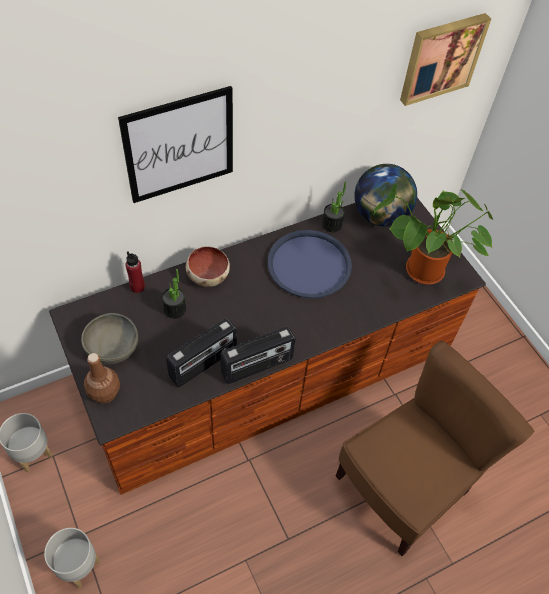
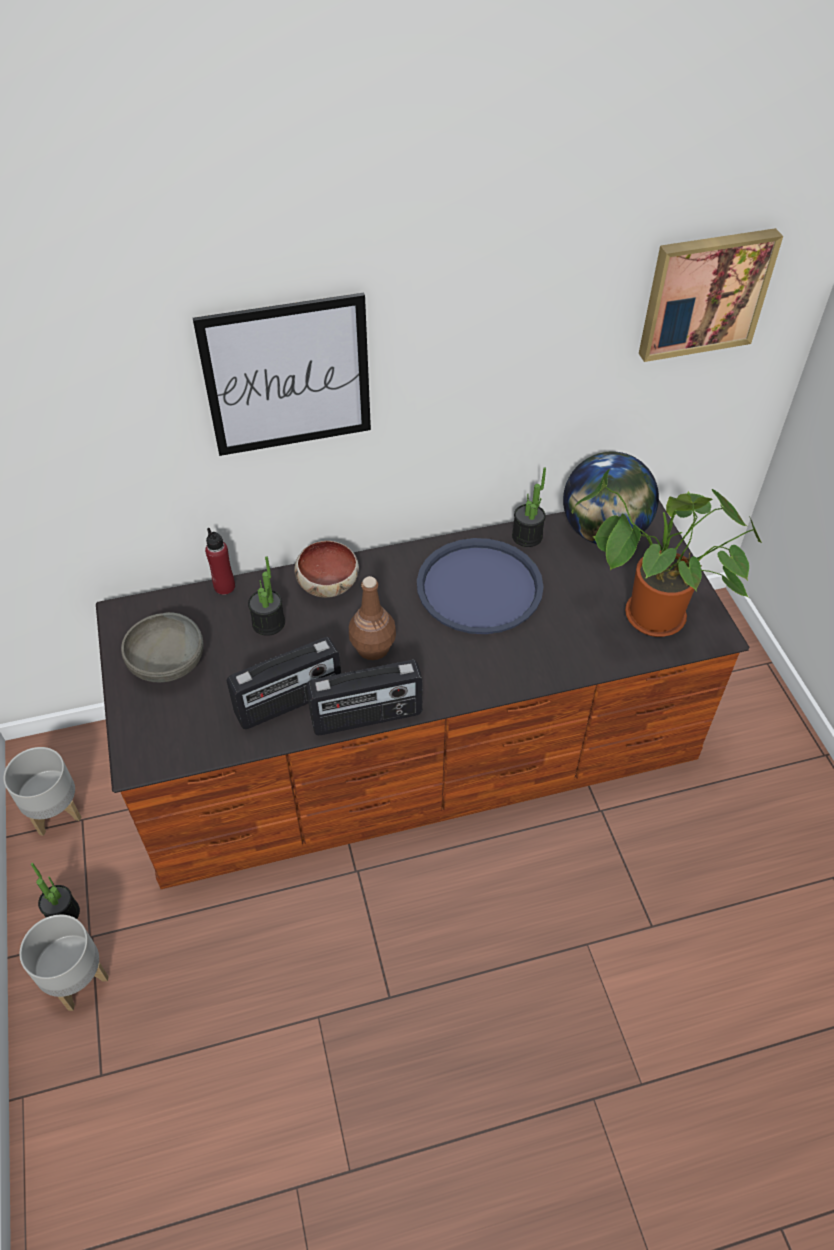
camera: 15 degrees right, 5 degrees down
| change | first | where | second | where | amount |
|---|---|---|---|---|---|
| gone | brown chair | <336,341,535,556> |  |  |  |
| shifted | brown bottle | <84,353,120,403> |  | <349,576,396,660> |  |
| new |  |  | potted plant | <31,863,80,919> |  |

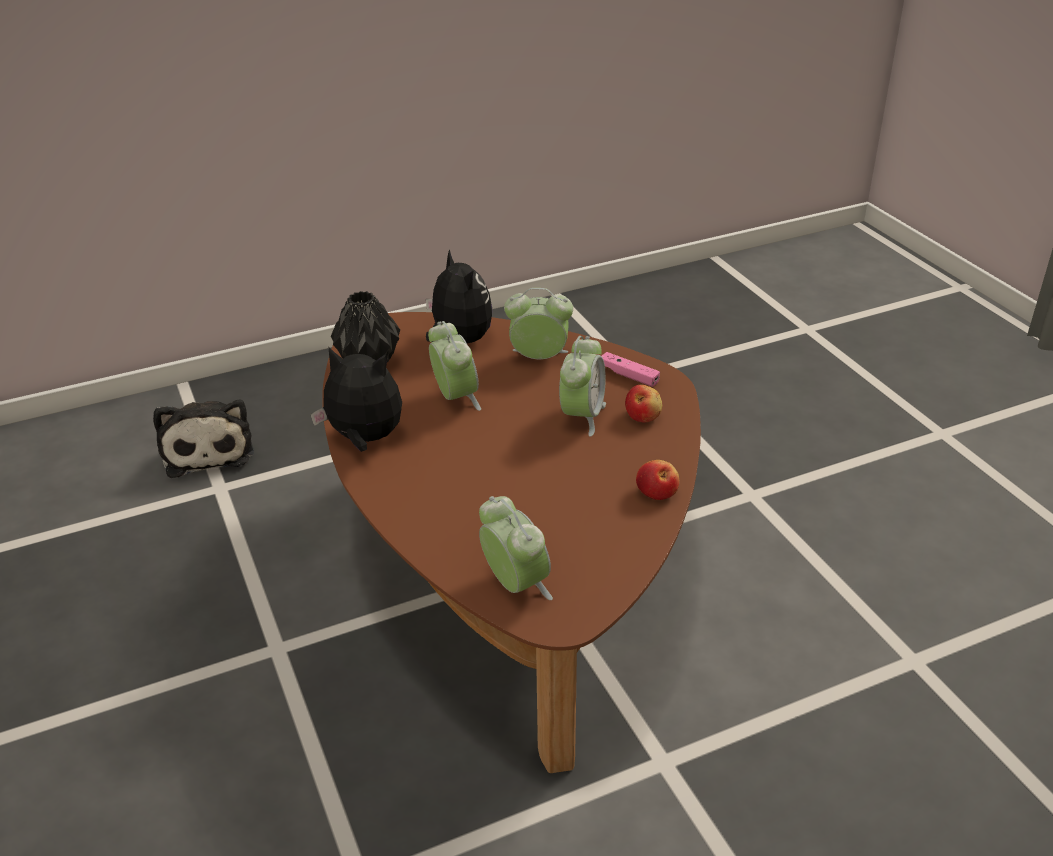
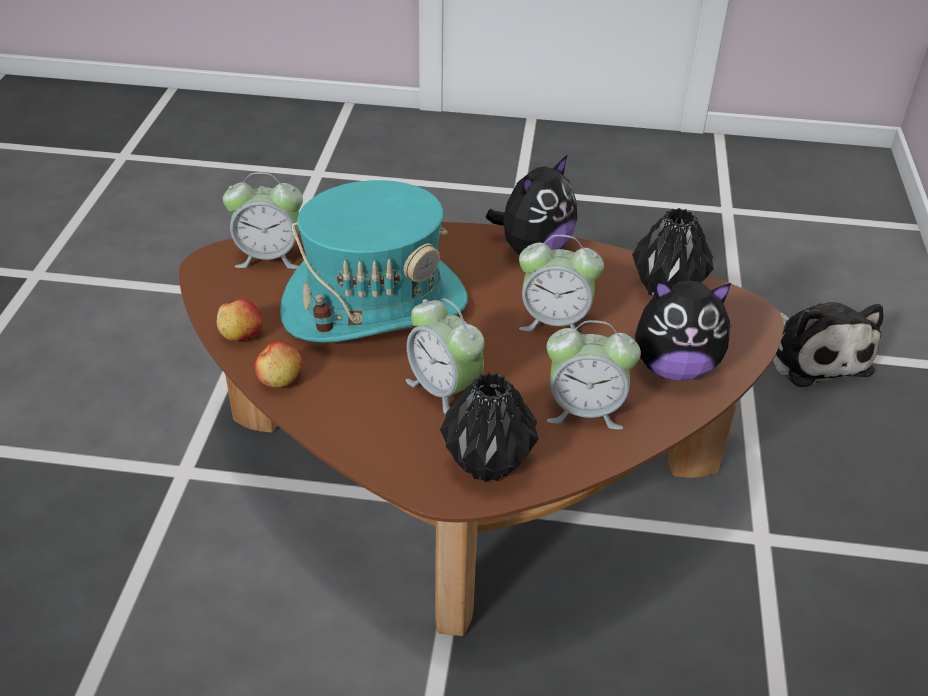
camera: 120 degrees right, 5 degrees up
| change | first | where | second | where | amount |
|---|---|---|---|---|---|
| rotated | alarm clock | <504,288,573,359> |  | <547,320,641,430> | 60 degrees clockwise |
| swapped | pink game controller | <602,352,660,387> | black vase | <440,372,539,482> |  |
| shifted | apple | <625,385,662,423> |  | <217,299,263,341> |  |
| rotated | plush toy | <153,399,254,478> |  | <773,302,883,387> | 120 degrees counterclockwise |
| new |  |  | turquoise hat | <280,180,468,343> |  |

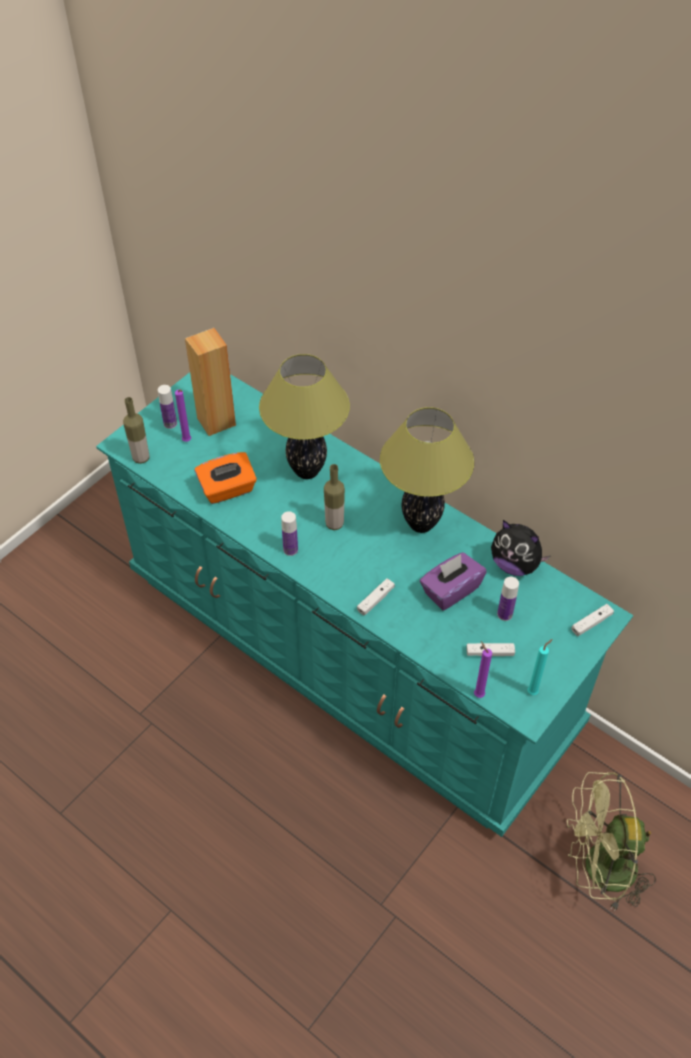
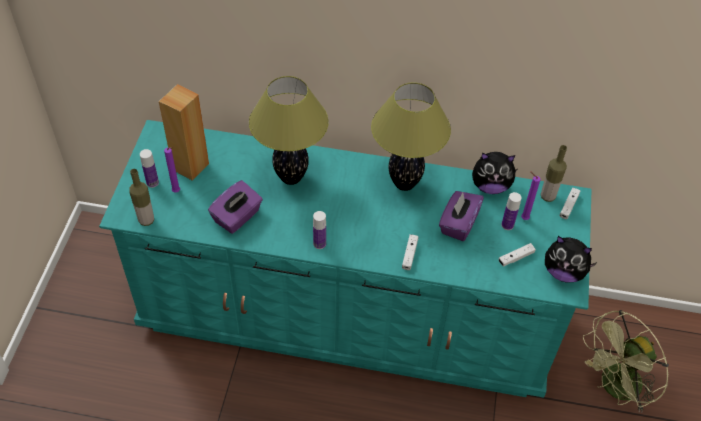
camera: 30 degrees left, 0 degrees up
| change | first | where | second | where | amount |
|---|---|---|---|---|---|
| repainted | orange tissue box | <195,452,257,504> | purple tissue box | <208,180,263,234> |  |
| shifted | bottle | <324,464,345,530> |  | <541,145,567,202> |  |
| swapped | turquoise candle | <528,639,552,695> | plush toy | <545,236,597,283> |  |
| shifted | purple candle | <474,641,492,698> |  | <521,172,541,220> |  |

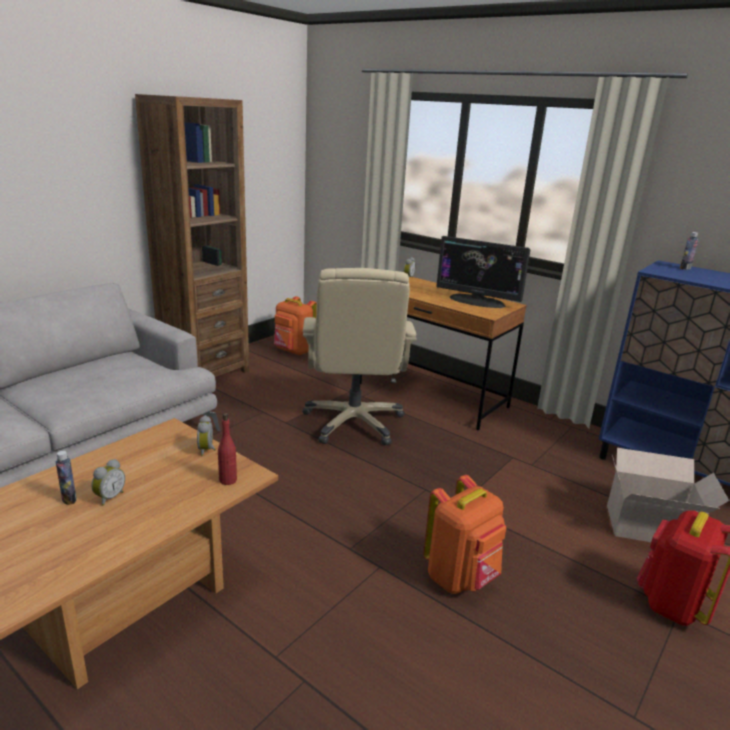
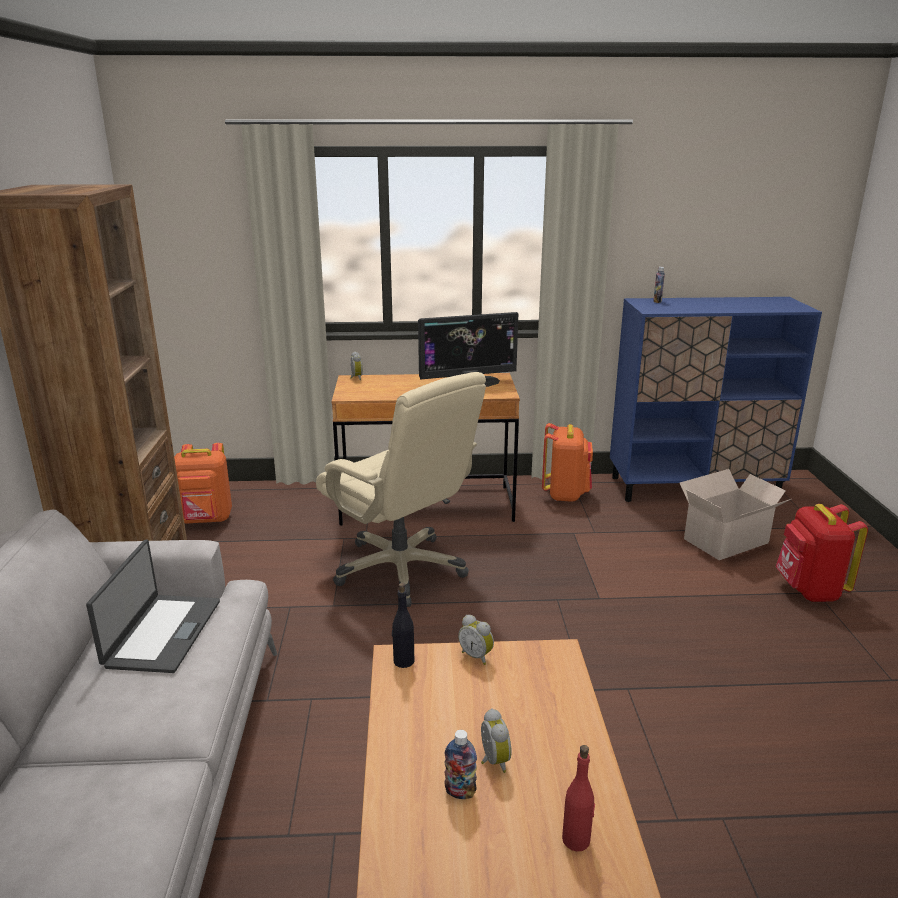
camera: 40 degrees left, 0 degrees up
| change | first | where | second | where | amount |
|---|---|---|---|---|---|
| shifted | red bottle | <218,413,237,485> |  | <562,745,595,851> |  |
| shifted | orange backpack | <423,475,506,594> |  | <542,423,593,502> |  |
| new |  |  | laptop | <86,539,220,673> |  |
| new |  |  | black bottle | <392,583,415,668> |  |

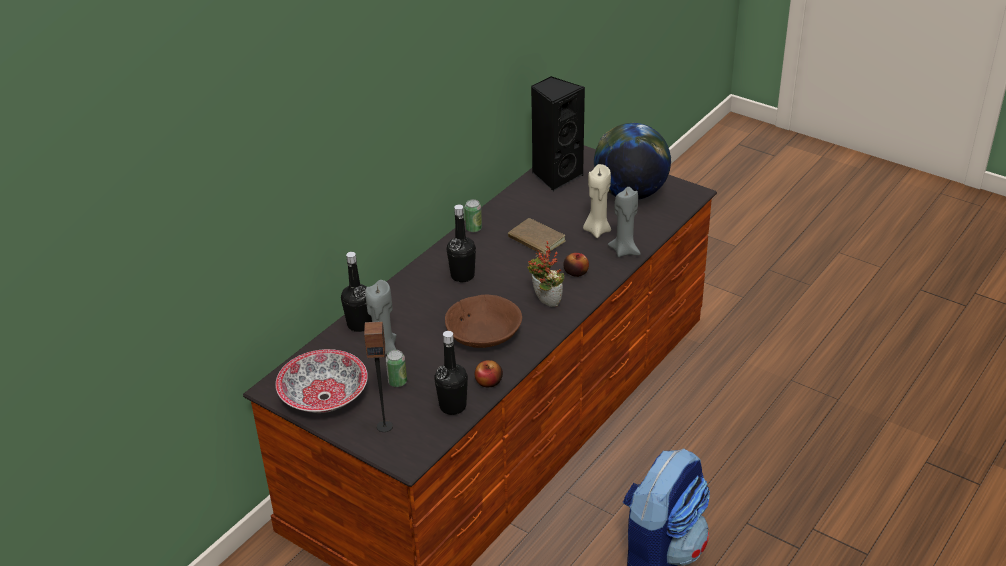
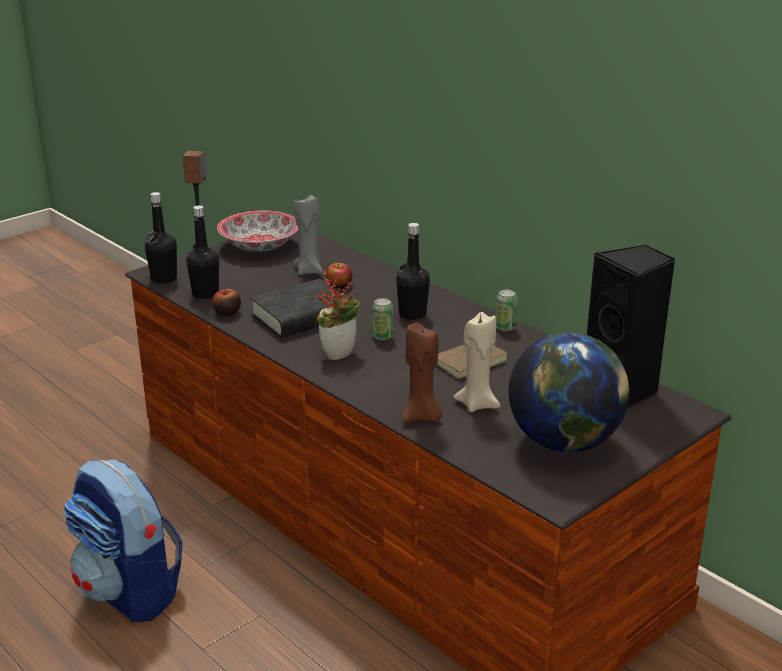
camera: 100 degrees right, 10 degrees down
| change | first | where | second | where | amount |
|---|---|---|---|---|---|
| repainted | grey candle | <608,187,641,257> | brown candle | <402,322,442,423> |  |
| shifted | black bottle | <341,252,372,332> |  | <145,192,177,284> |  |
| shifted | apple | <564,253,589,277> |  | <325,263,352,288> |  |
| swapped | brown bowl | <445,294,522,348> | black book | <250,279,347,338> |  |
| shifted | can | <386,350,407,387> |  | <372,298,393,340> |  |

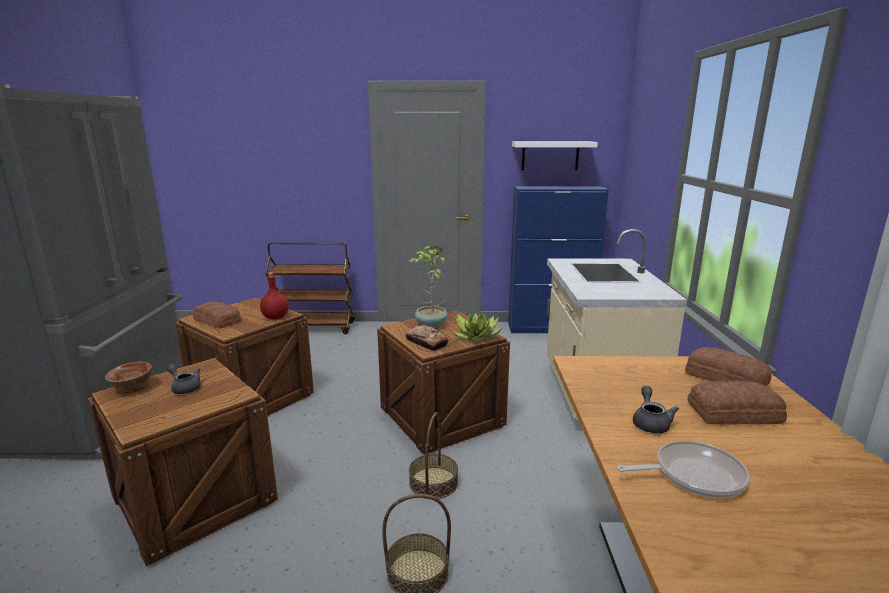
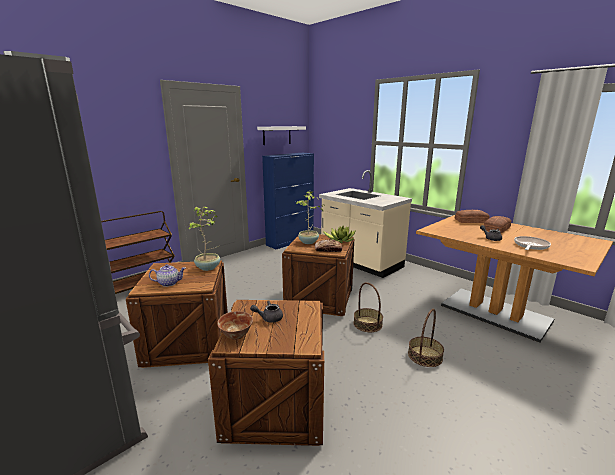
camera: 45 degrees left, 0 degrees up
| change | first | where | second | where | amount |
|---|---|---|---|---|---|
| swapped | red bottle | <260,272,289,320> | potted plant | <189,207,220,271> |  |
| swapped | bread | <193,302,241,329> | teapot | <149,264,186,287> |  |

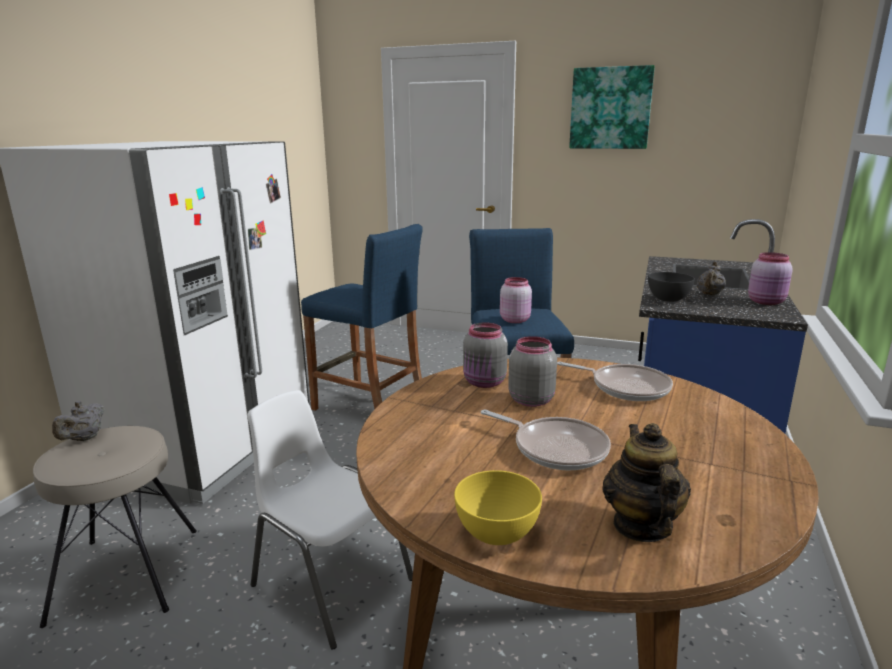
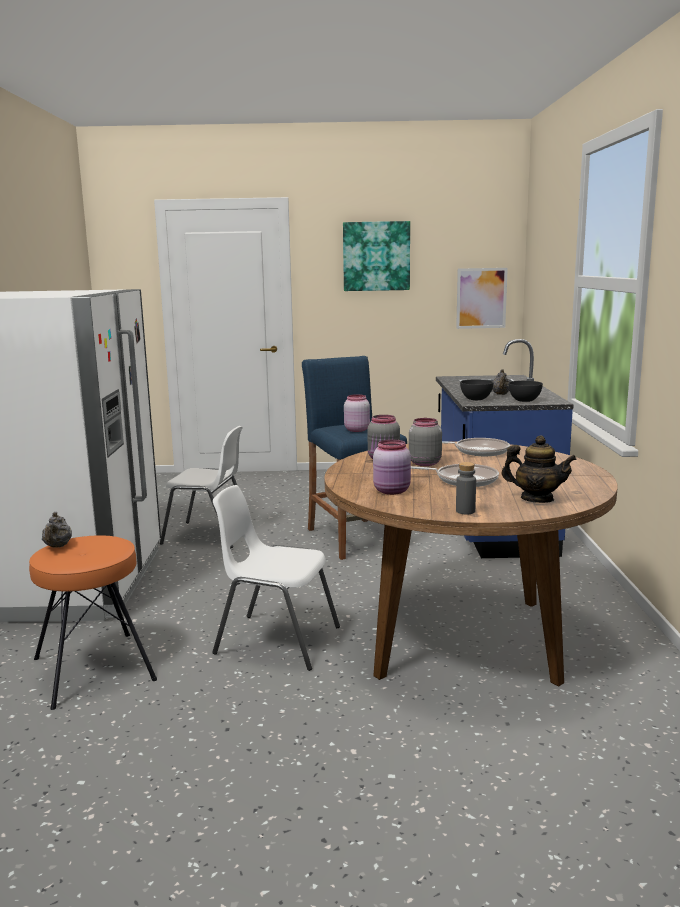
camera: 20 degrees left, 5 degrees down
| change | first | where | second | where | amount |
|---|---|---|---|---|---|
| swapped | blue stool | <301,224,423,411> | white chair | <160,426,243,548> |  |
| shifted | pink jar | <748,252,793,305> |  | <373,439,411,495> |  |
| rotated | teapot | <602,423,691,542> |  | <501,435,577,503> | 135 degrees clockwise |
| repainted | beige stool | <33,426,197,628> | orange stool | <29,535,157,710> |  |
| swapped | yellow bowl | <454,470,542,545> | grey bottle | <456,462,476,514> |  |
| new |  |  | picture | <456,268,508,329> |  |
| new |  |  | grey bowl | <508,381,543,402> |  |

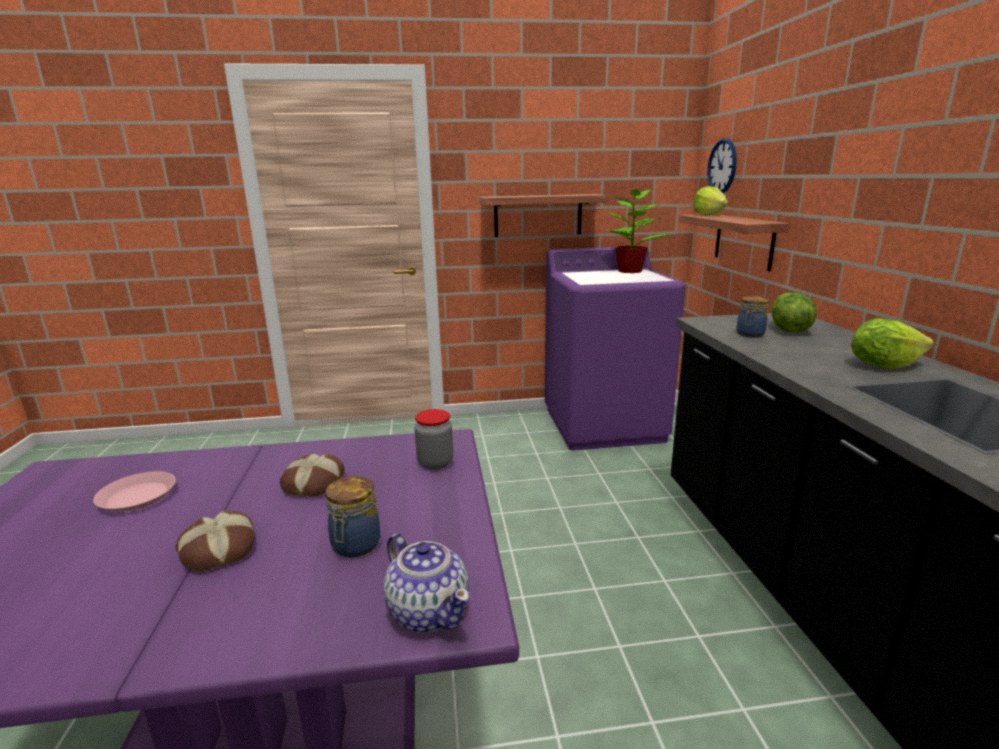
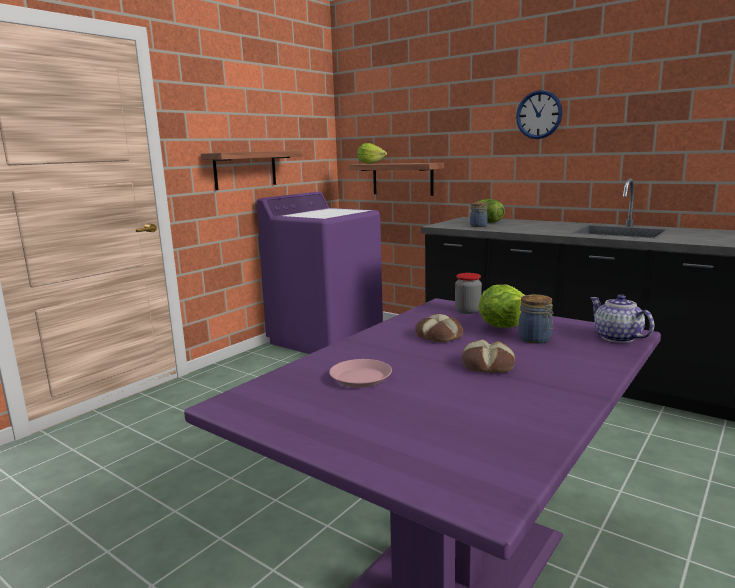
camera: 45 degrees left, 5 degrees down
| change | first | where | second | where | amount |
|---|---|---|---|---|---|
| shifted | wall clock | <707,138,737,194> |  | <516,90,563,139> |  |
| gone | potted plant | <606,189,670,273> |  |  |  |
| shifted | lettuce | <851,318,934,369> |  | <479,285,525,328> |  |
| rotated | teapot | <384,533,470,632> |  | <590,294,655,343> | 120 degrees counterclockwise |

